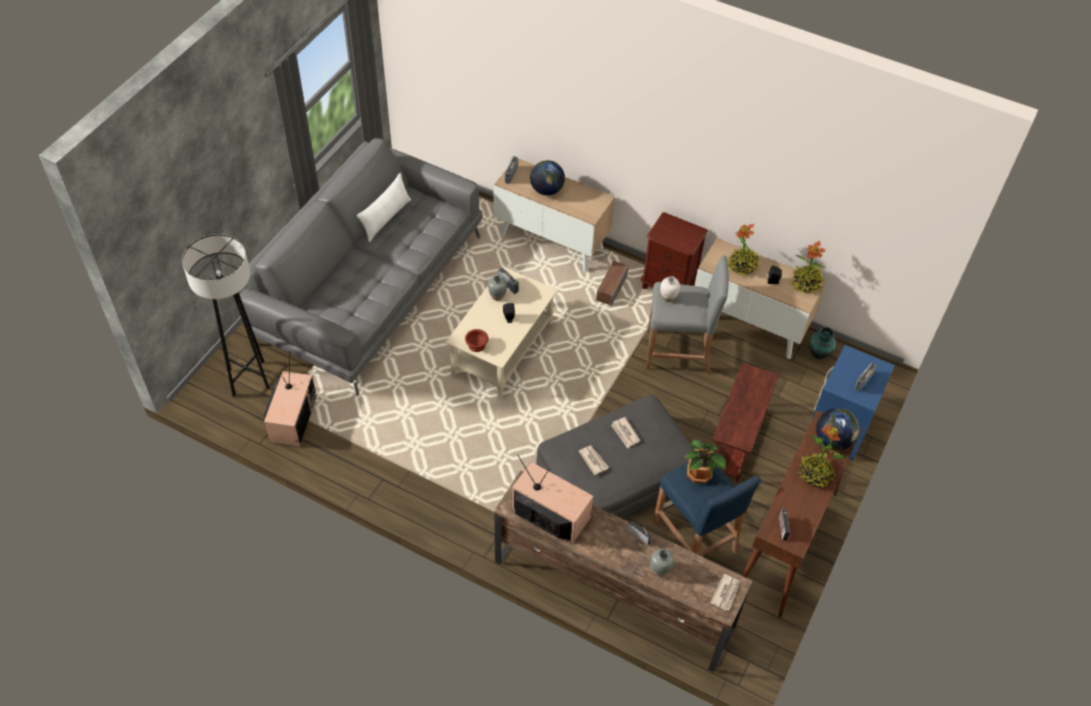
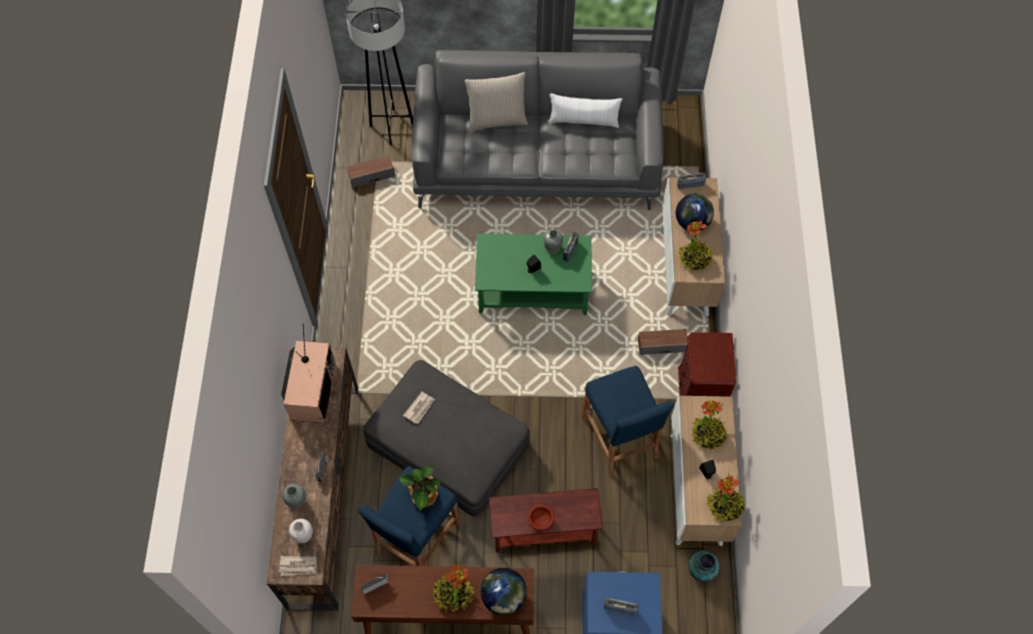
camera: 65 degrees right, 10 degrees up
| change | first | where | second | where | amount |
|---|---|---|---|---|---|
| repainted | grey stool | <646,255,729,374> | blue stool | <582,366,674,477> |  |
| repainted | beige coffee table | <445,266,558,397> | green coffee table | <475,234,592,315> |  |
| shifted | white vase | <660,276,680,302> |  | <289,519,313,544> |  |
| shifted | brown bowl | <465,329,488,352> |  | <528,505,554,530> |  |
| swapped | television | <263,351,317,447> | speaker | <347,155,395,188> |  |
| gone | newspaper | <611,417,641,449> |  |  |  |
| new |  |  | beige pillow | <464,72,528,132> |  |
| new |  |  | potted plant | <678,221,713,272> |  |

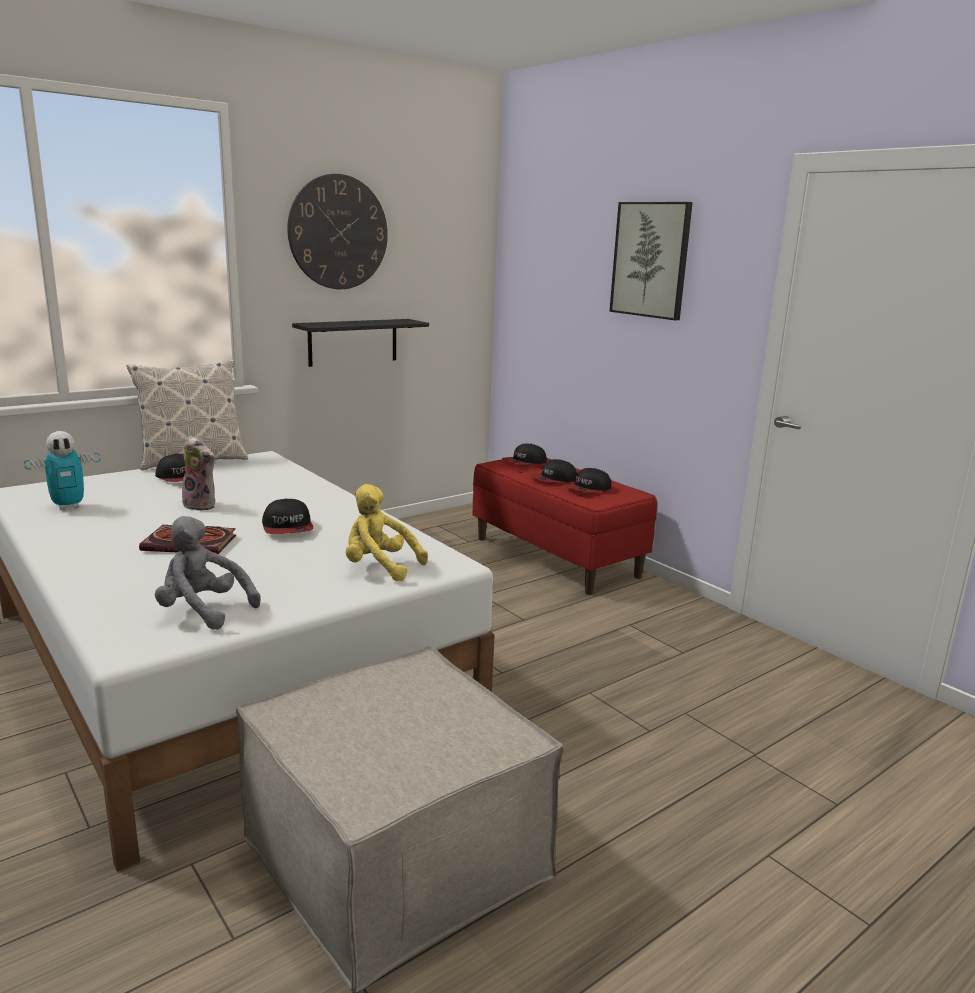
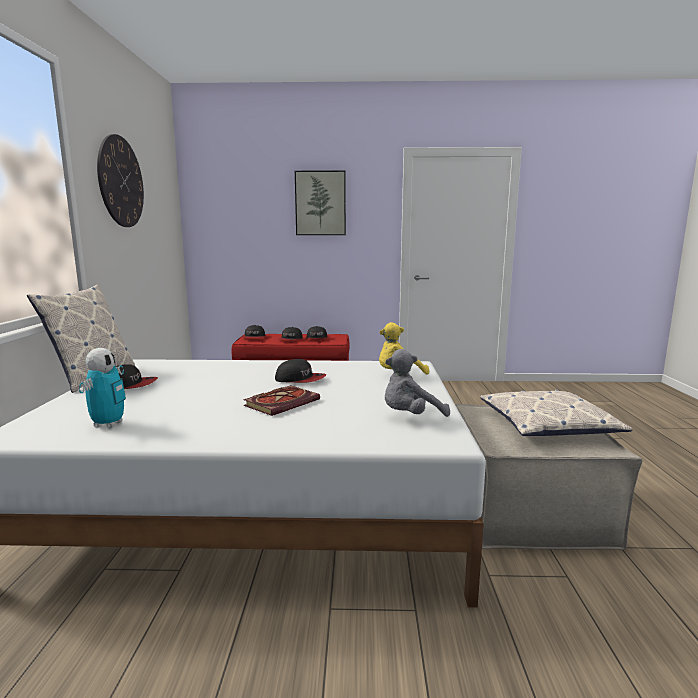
camera: 50 degrees left, 5 degrees down
| change | first | where | second | where | amount |
|---|---|---|---|---|---|
| gone | black shelf | <292,319,429,367> |  |  |  |
| gone | plush toy | <182,436,215,511> |  |  |  |
| new |  |  | pillow | <480,390,633,436> |  |

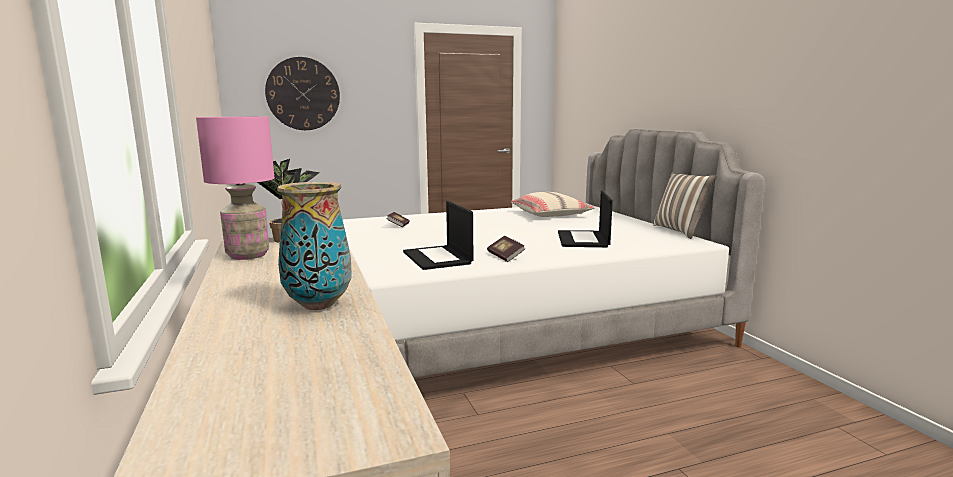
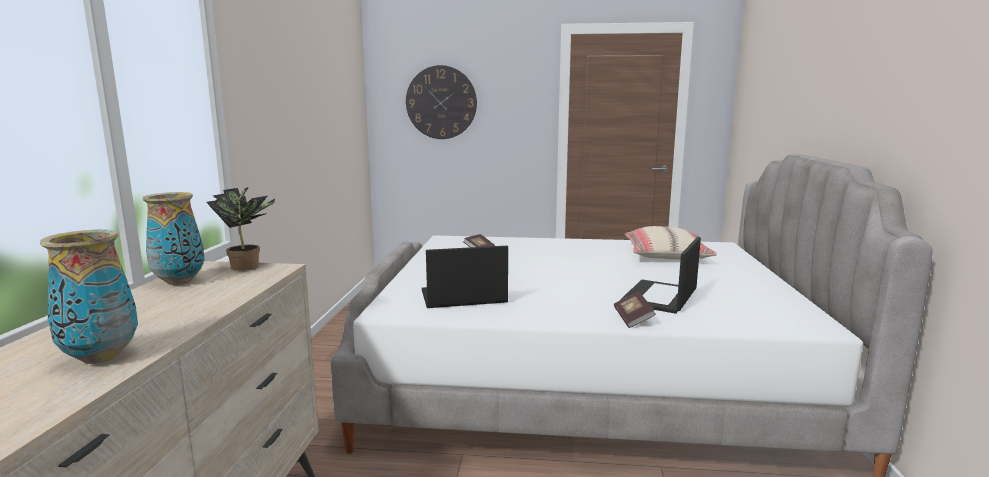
camera: 25 degrees right, 0 degrees up
| change | first | where | second | where | amount |
|---|---|---|---|---|---|
| swapped | pink table lamp | <196,116,274,260> | vase | <143,192,205,285> |  |
| gone | pillow | <653,172,717,239> |  |  |  |
| rotated | laptop | <403,201,474,270> |  | <422,246,508,308> | 75 degrees clockwise |
| shifted | book | <487,236,525,262> |  | <614,292,656,328> |  |

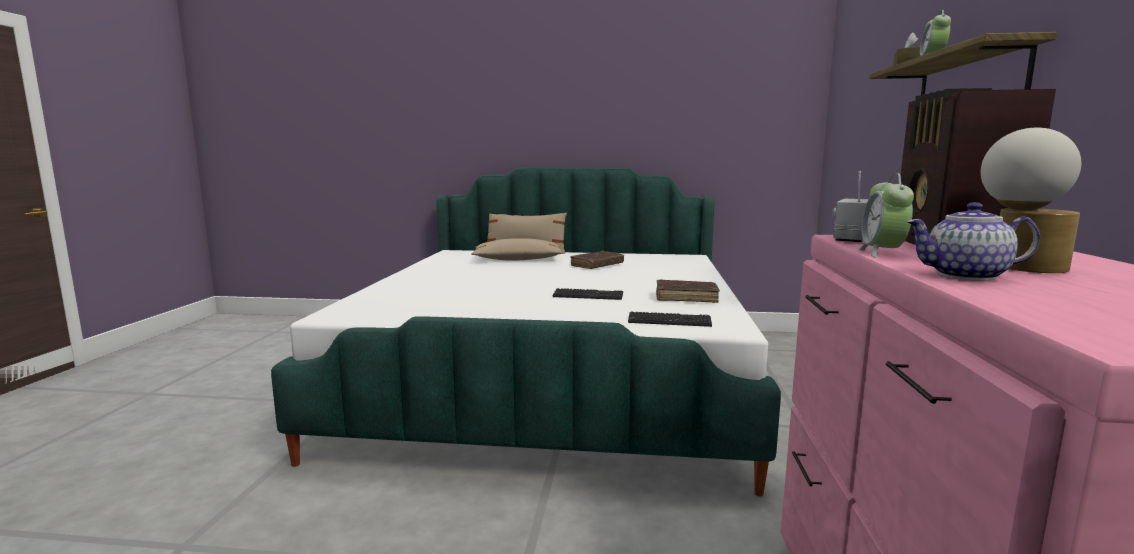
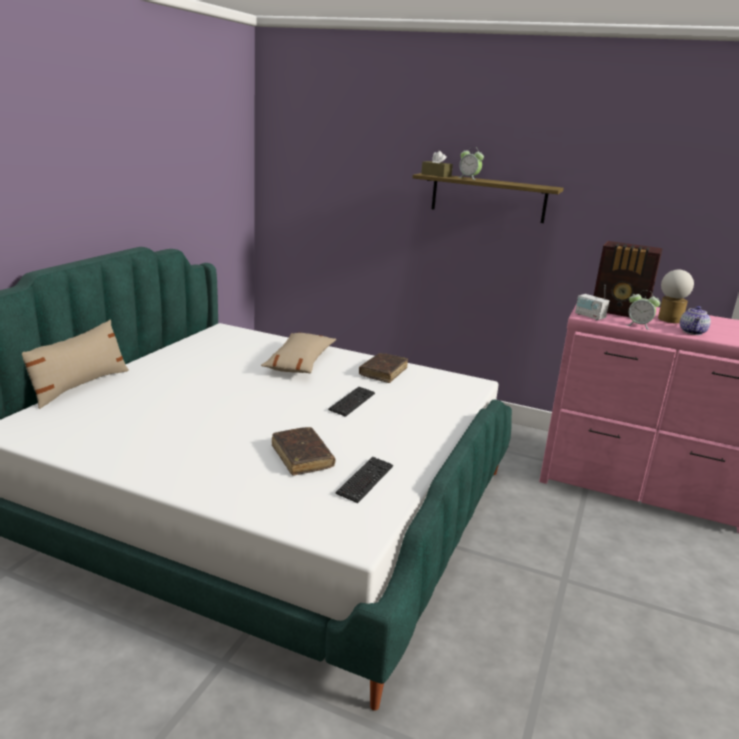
camera: 75 degrees left, 10 degrees up
| change | first | where | second | where | amount |
|---|---|---|---|---|---|
| shifted | beige pillow | <471,238,564,261> |  | <261,333,336,373> |  |
| shifted | brown book | <570,251,624,269> |  | <272,427,335,476> |  |
| shifted | keyboard | <628,312,712,327> |  | <335,457,393,503> |  |

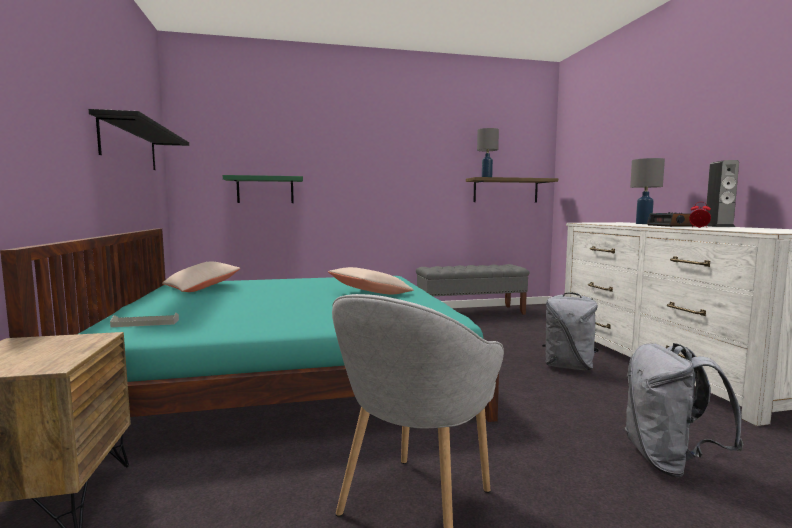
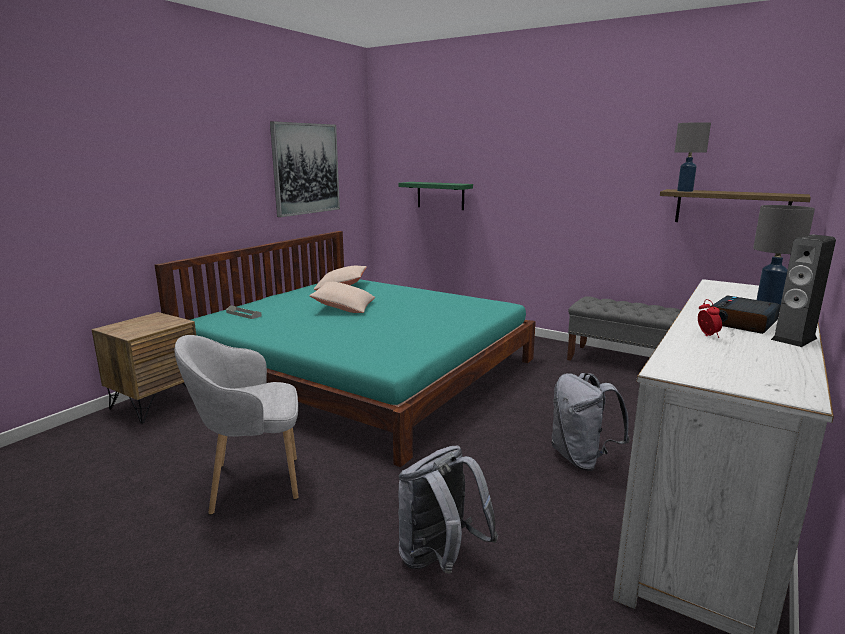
camera: 45 degrees right, 10 degrees up
| change | first | where | second | where | amount |
|---|---|---|---|---|---|
| swapped | black shelf | <89,109,189,170> | picture | <270,121,340,217> |  |
| shifted | beige pillow | <328,267,413,294> |  | <310,282,375,313> |  |

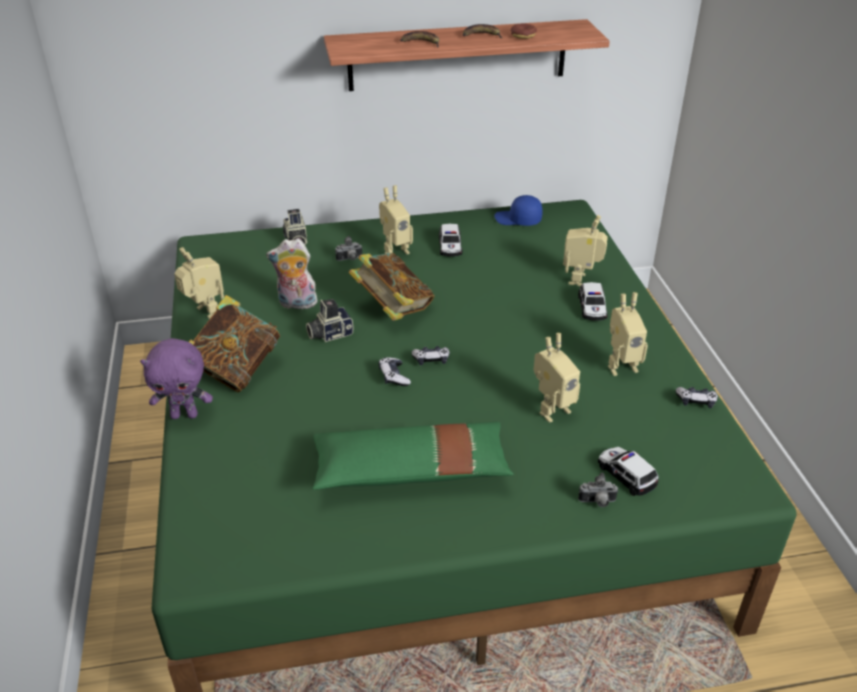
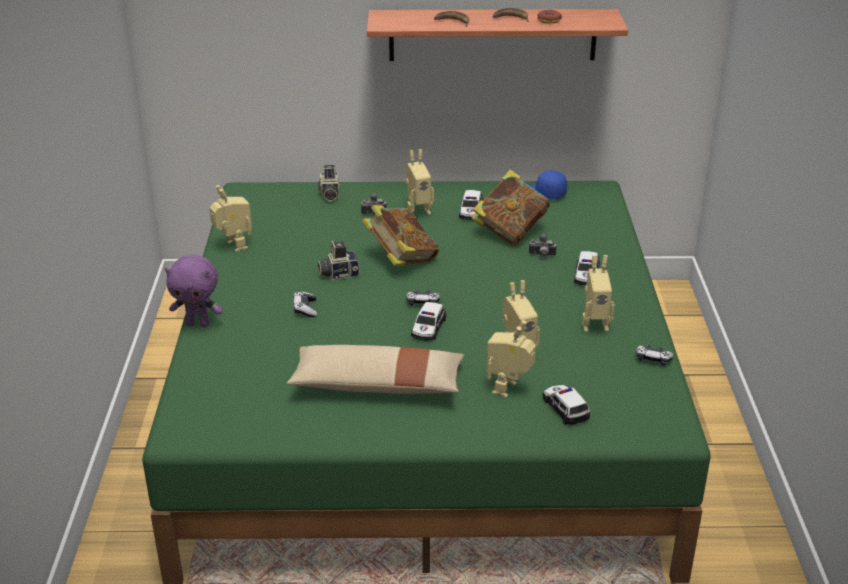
camera: 10 degrees right, 5 degrees down
| change | first | where | second | where | amount |
|---|---|---|---|---|---|
| shifted | toy robot | <563,215,608,286> |  | <486,320,536,398> |  |
| gone | plush toy | <266,239,319,309> |  |  |  |
| shifted | book | <189,295,280,392> |  | <471,169,550,246> |  |
| shifted | game controller | <379,357,411,386> |  | <293,291,317,317> |  |
| repainted | green pillow | <313,422,513,490> | beige pillow | <287,345,464,394> |  |
| shifted | photo camera | <578,473,619,507> |  | <529,233,557,257> |  |
| new |  |  | toy car | <411,302,446,340> |  |

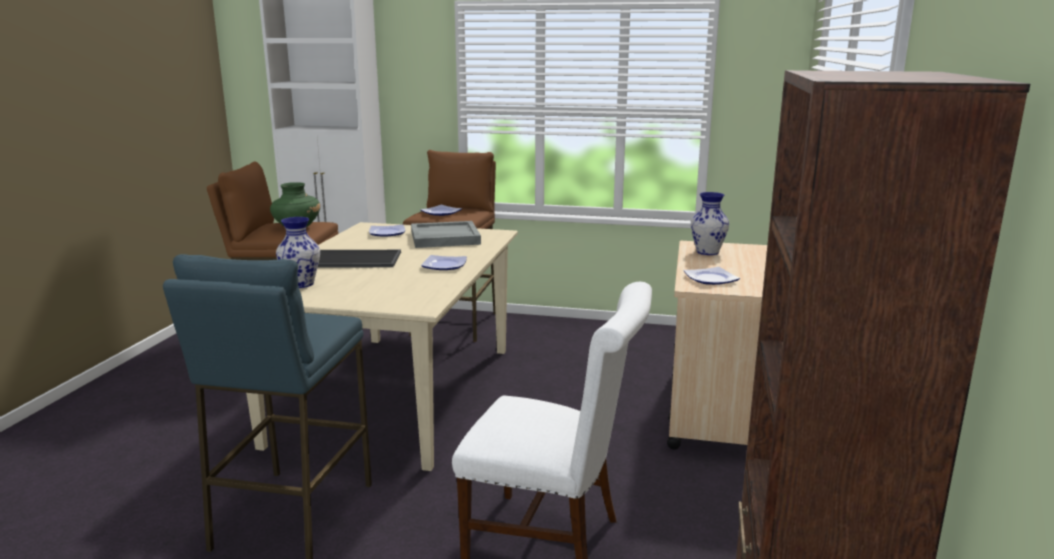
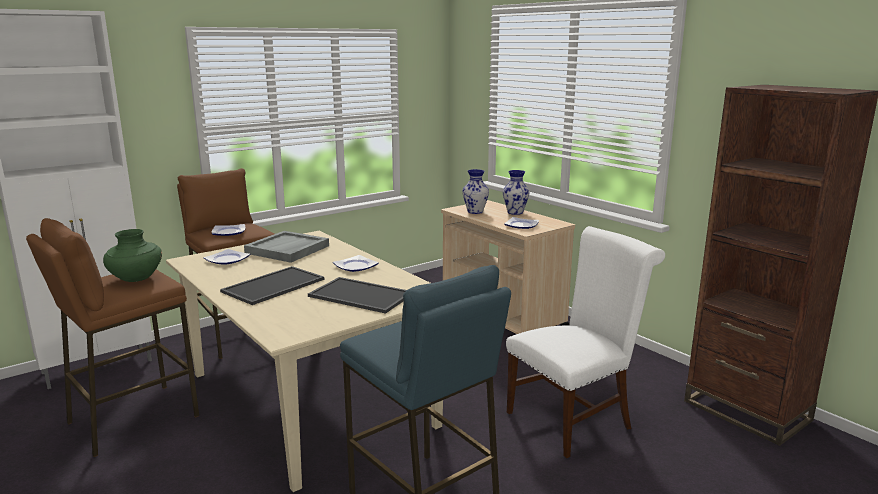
camera: 50 degrees left, 0 degrees up
| change | first | where | second | where | amount |
|---|---|---|---|---|---|
| shifted | vase | <276,217,320,288> |  | <503,170,529,215> |  |
| new |  |  | tray | <308,277,406,314> |  |

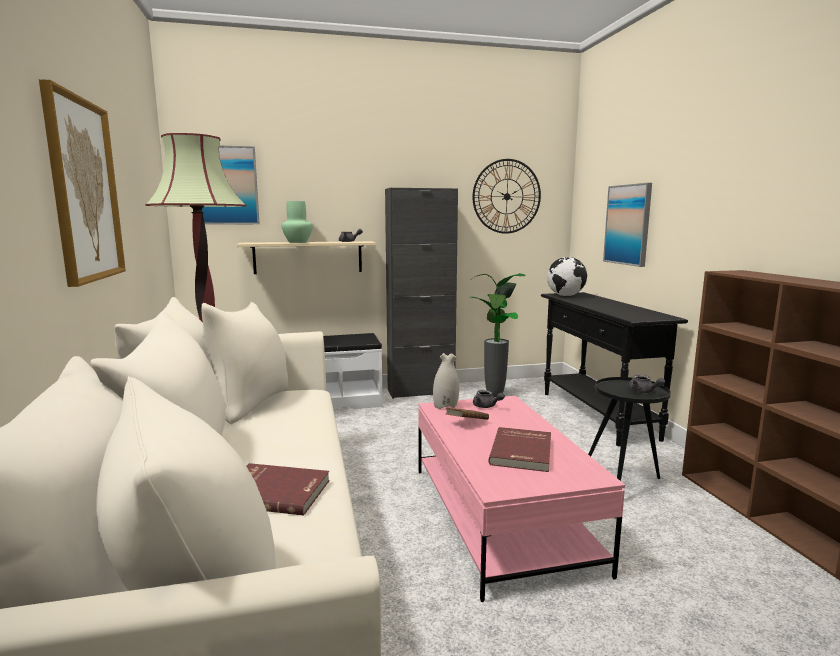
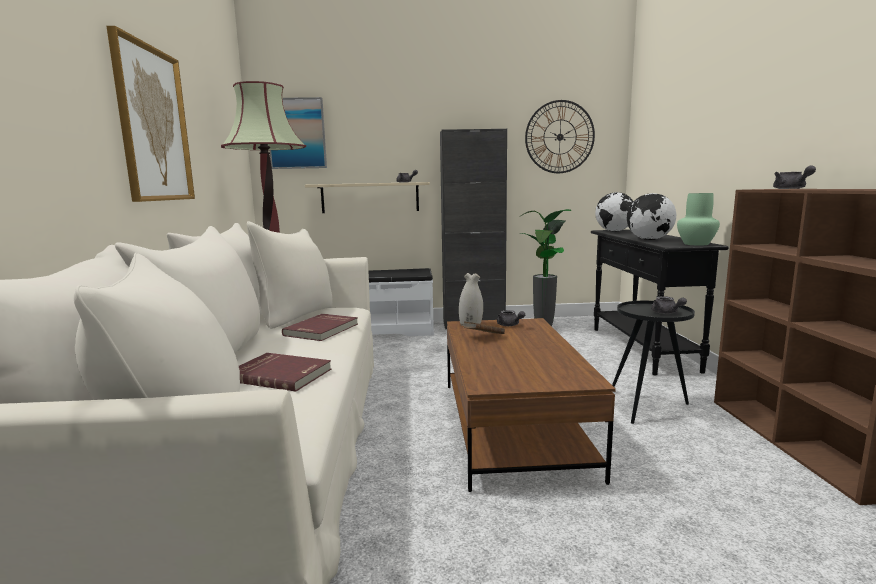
camera: 10 degrees right, 0 degrees up
| change | first | where | second | where | amount |
|---|---|---|---|---|---|
| gone | picture | <603,183,652,267> |  |  |  |
| shifted | green vase | <282,201,313,243> |  | <677,193,720,246> |  |
| repainted | pink coffee table | <419,396,625,602> | brown coffee table | <447,318,616,492> |  |
| shifted | red book | <489,427,551,472> |  | <282,314,358,341> |  |
| new |  |  | grey teapot | <773,165,816,189> |  |
| new |  |  | globe | <627,193,676,240> |  |

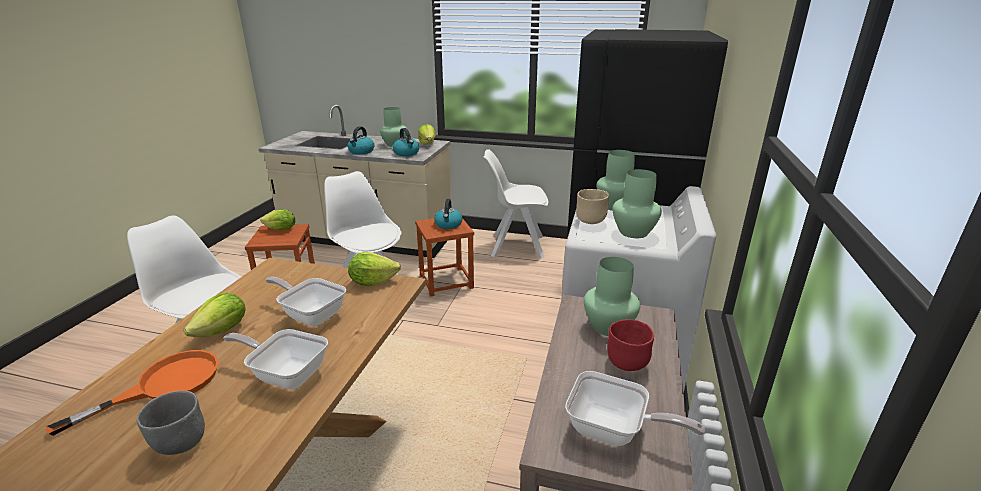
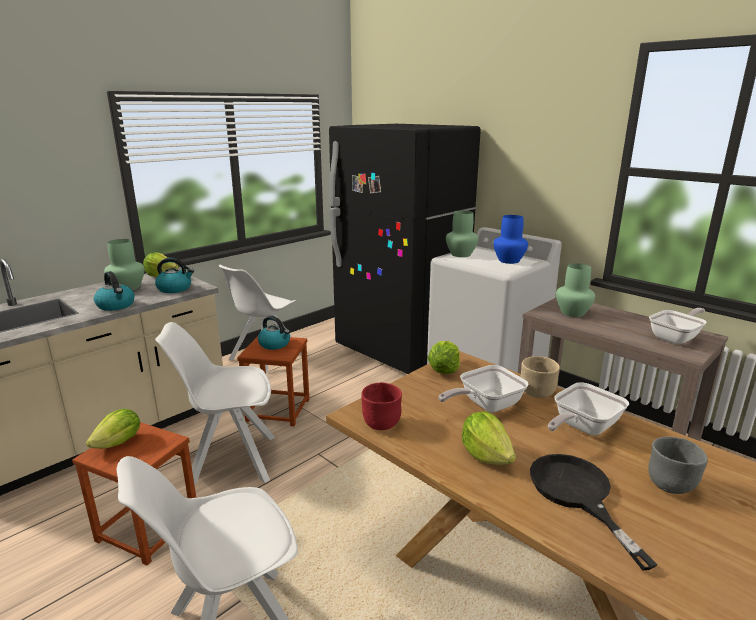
camera: 60 degrees left, 5 degrees down
| change | first | where | second | where | amount |
|---|---|---|---|---|---|
| repainted | green vase | <613,169,662,238> | blue vase | <493,215,528,264> |  |
| shifted | beige bowl | <576,189,610,224> |  | <521,356,560,398> |  |
| shifted | red bowl | <607,319,654,371> |  | <361,382,402,430> |  |
| repainted | orange frying pan | <46,350,218,436> | black frying pan | <530,454,658,571> |  |

